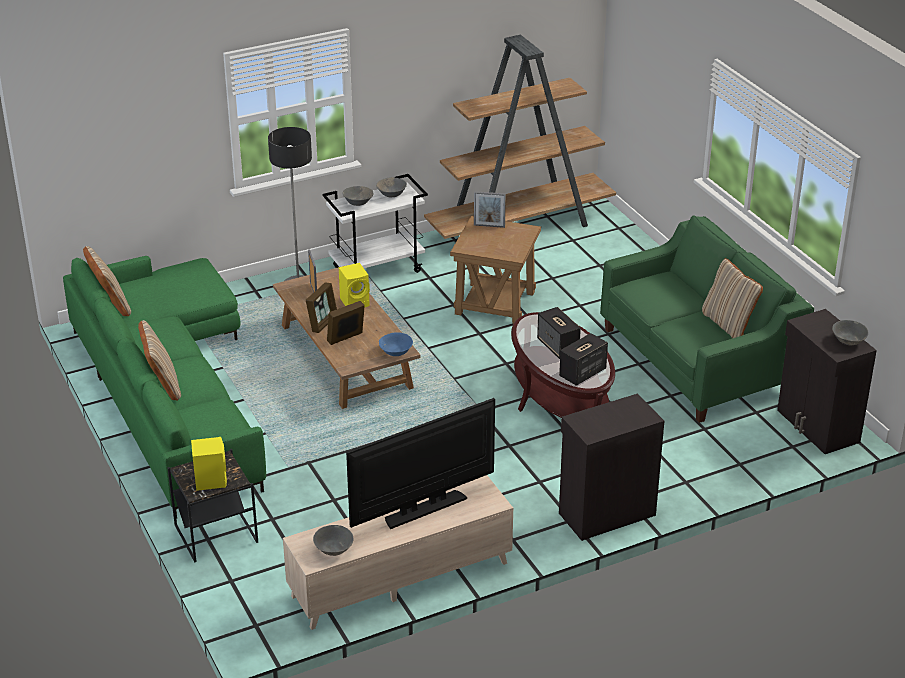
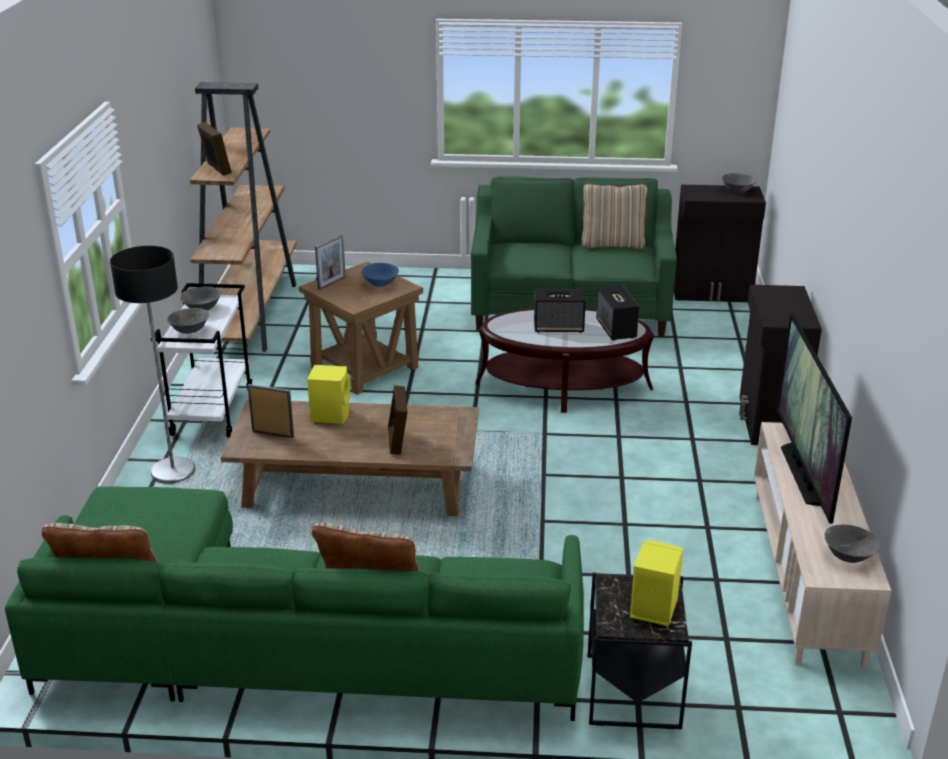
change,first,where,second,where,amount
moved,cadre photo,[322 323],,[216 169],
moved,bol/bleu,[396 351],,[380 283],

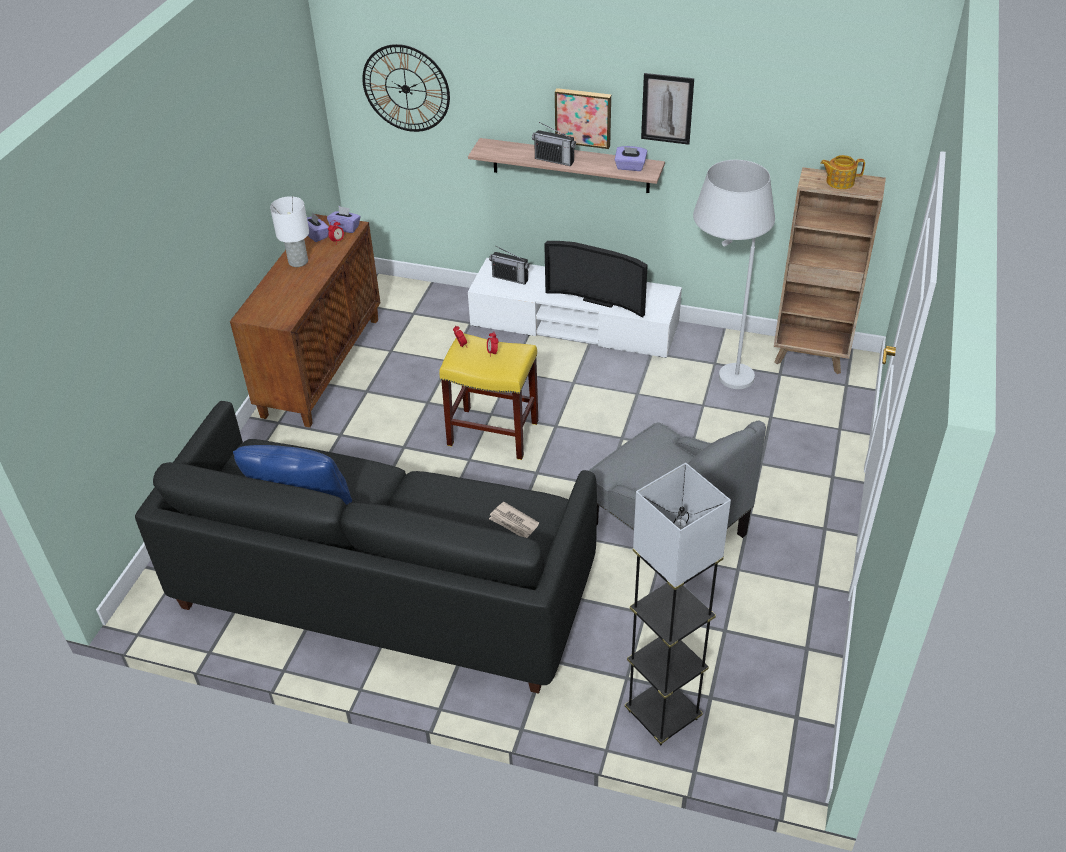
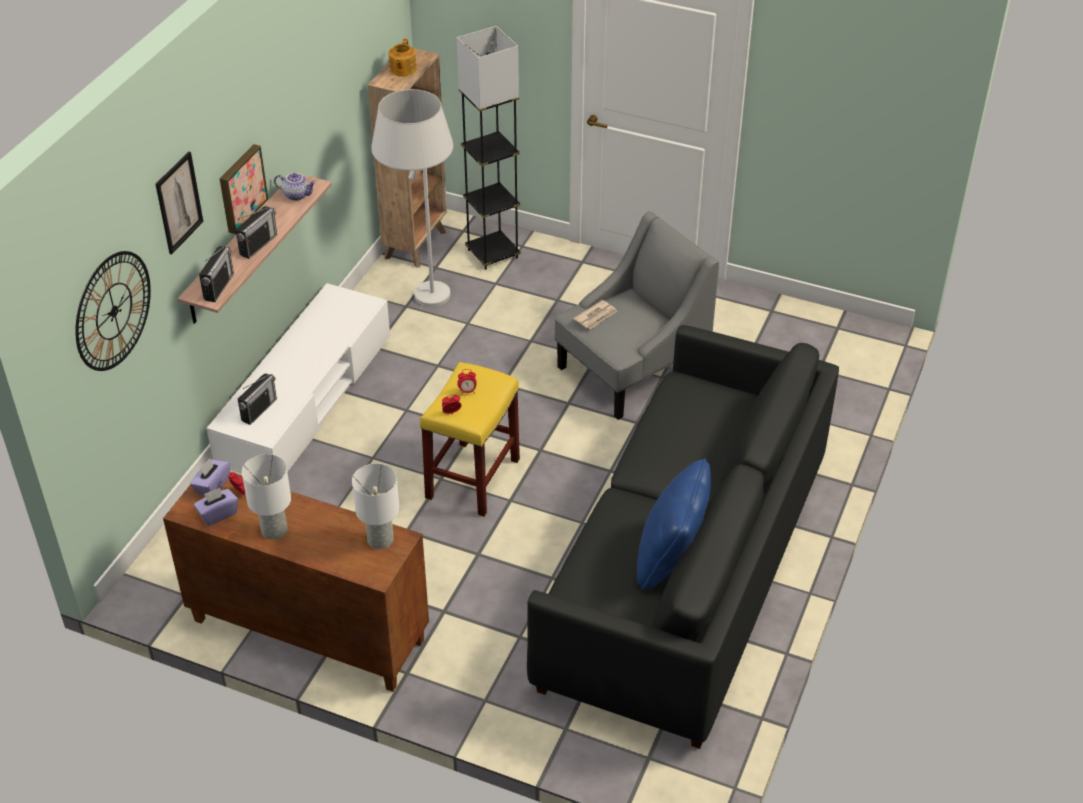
change,first,where,second,where,amount
moved,journal,[514 522],,[596 316],
removed,téléviseur,[599 299],,,
replaced,boîte à mouchoirs/violet,[630 167],théière,[297 195],
moved,lampadaire/gris,[662 715],,[493 254],
moved,tableau,[667 108],,[179 203],
added,,,radio,[219 287],
added,,,lampe de table/blanc,[380 540],

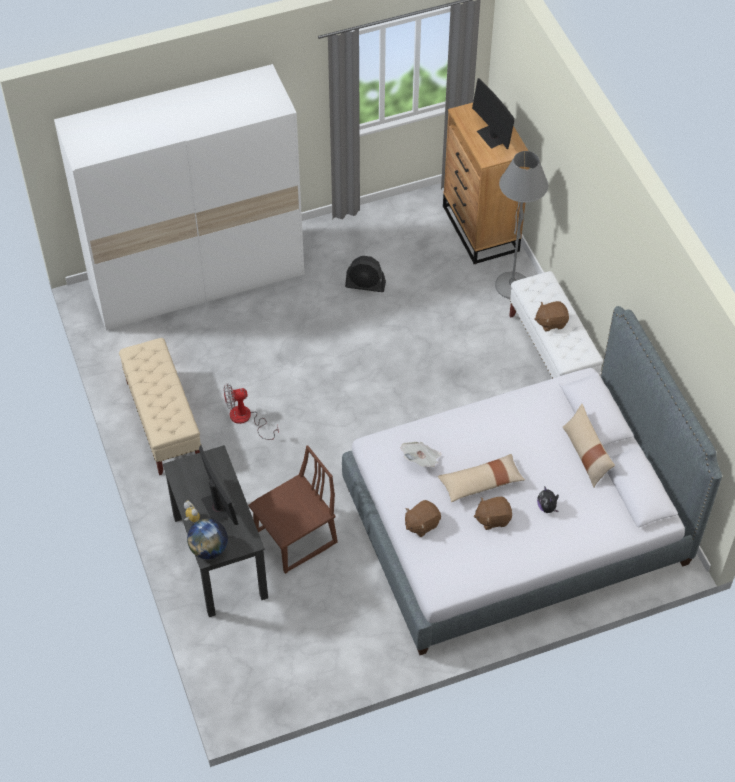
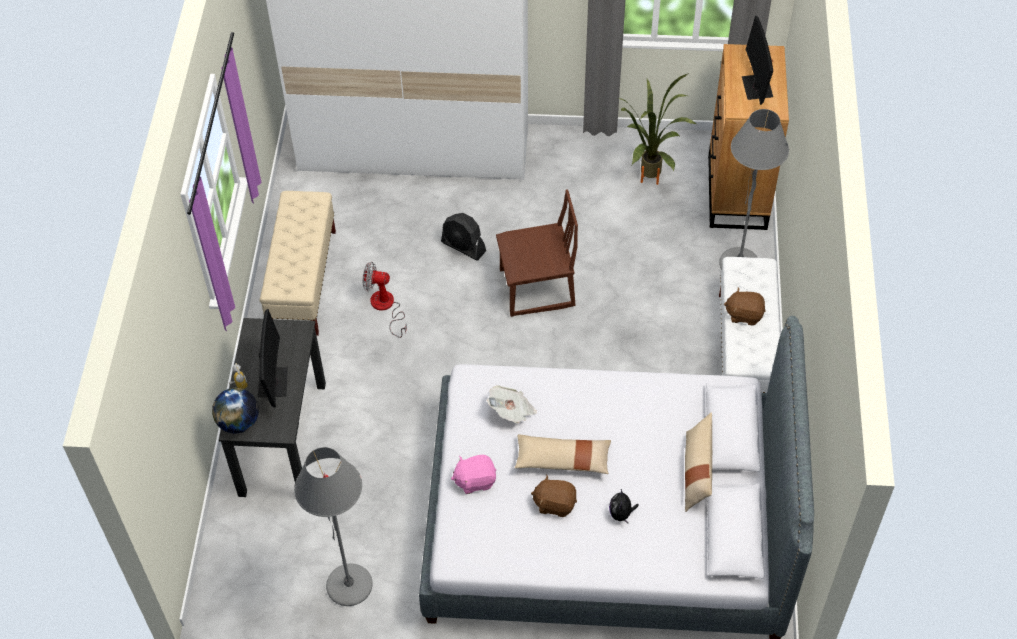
change,first,where,second,where,amount
moved,chaise/marron,[296 538],,[537 289],
moved,ventilateur/noir,[365 285],,[463 247],
recoloured,peluche/marron,[421 524],peluche/rose,[475 480],
added,,,lampadaire/gris,[349 586],
added,,,plante en pot,[647 182],

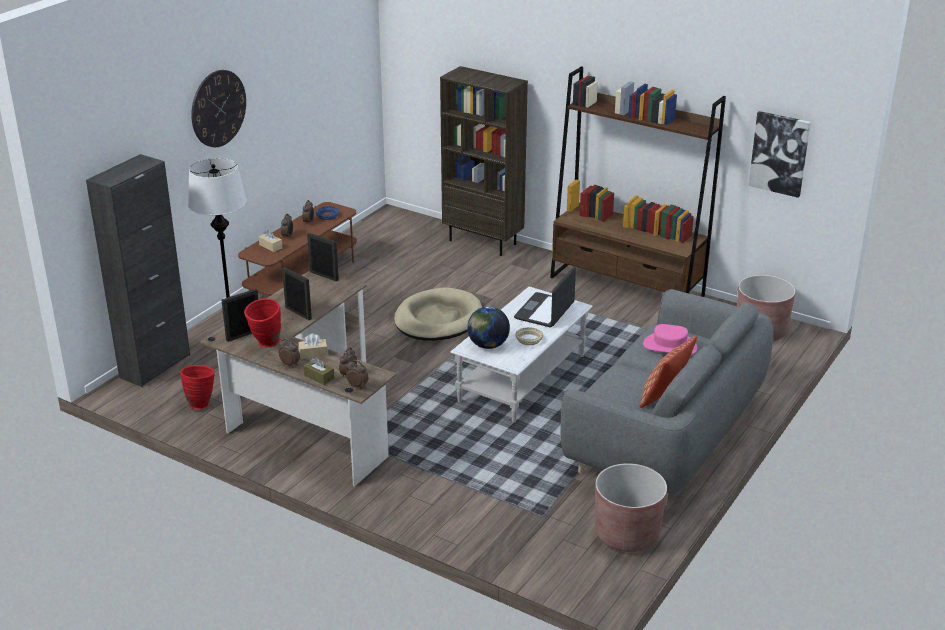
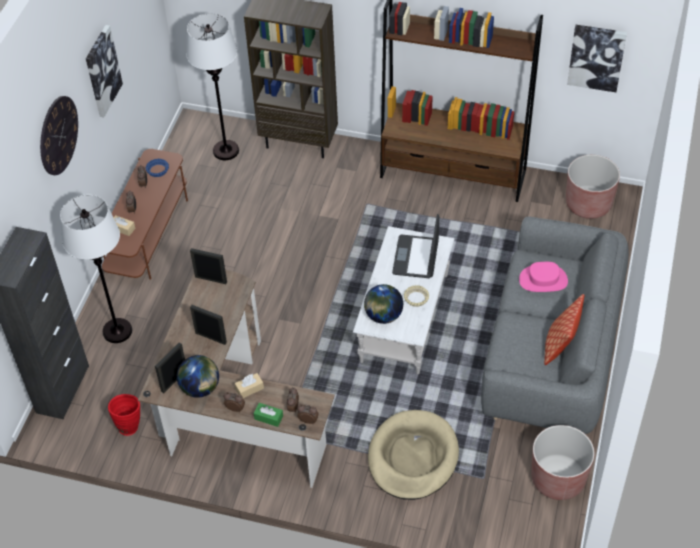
change,first,where,second,where,amount
replaced,vase/rouge,[265 344],globe,[200 388],
recoloured,boîte à mouchoirs/marron,[319 377],boîte à mouchoirs/vert,[268 417],
moved,panier pour chien/beige,[438 319],,[412 457],
added,,,tableau,[102 71],
added,,,lampadaire/blanc,[226 151],

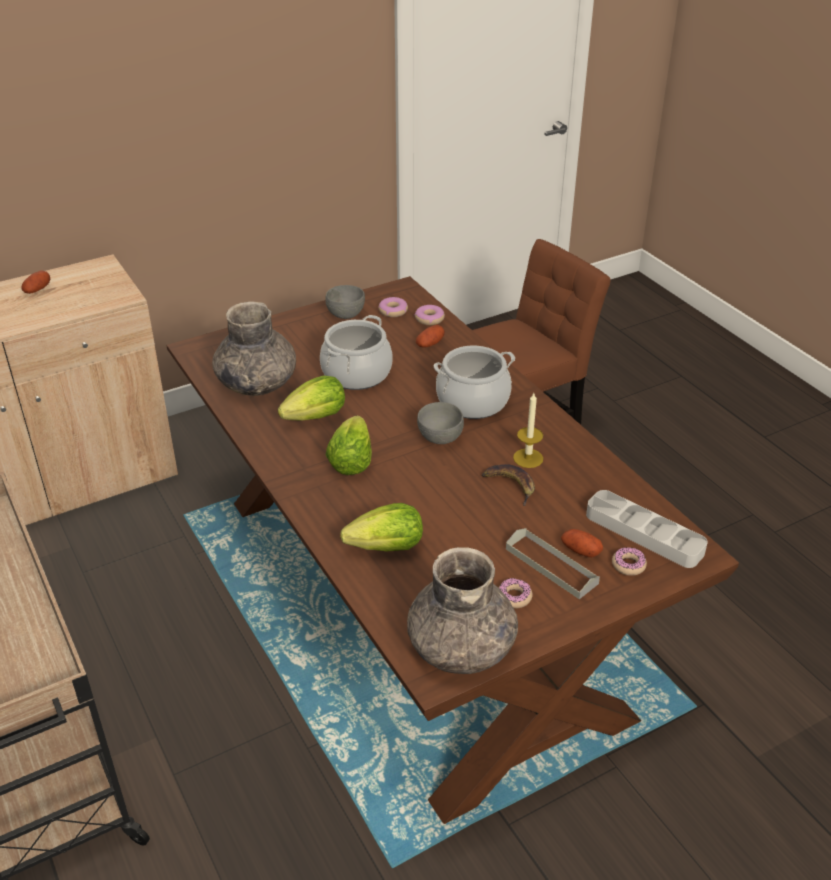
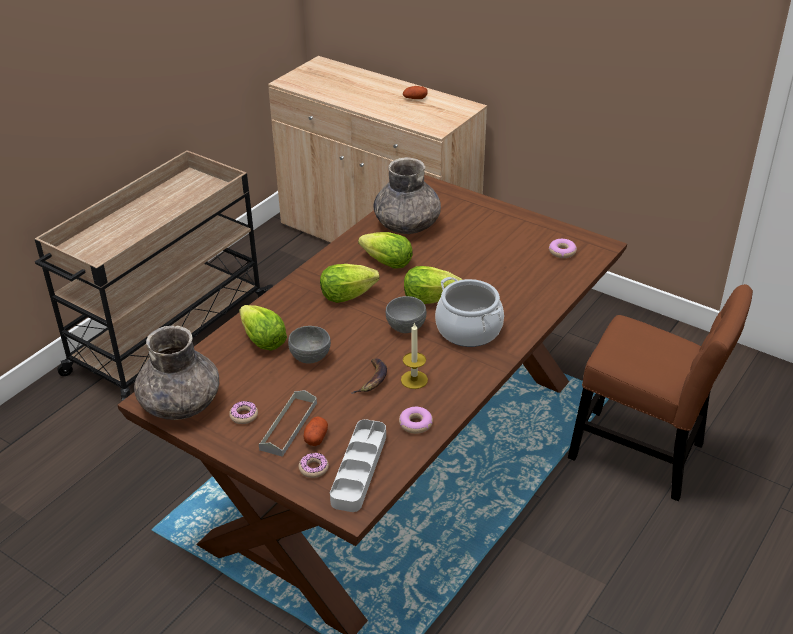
change,first,where,second,where,amount
removed,marmite,[357 373],,,
moved,bol/gris,[345 315],,[309 357],
moved,beignet,[429 319],,[416 424],
removed,pomme de terre,[430 344],,,
added,,,laitue,[430 298],

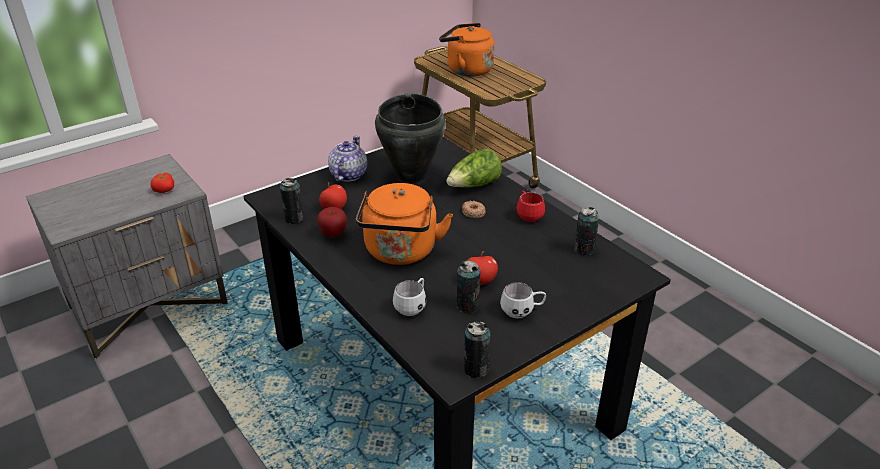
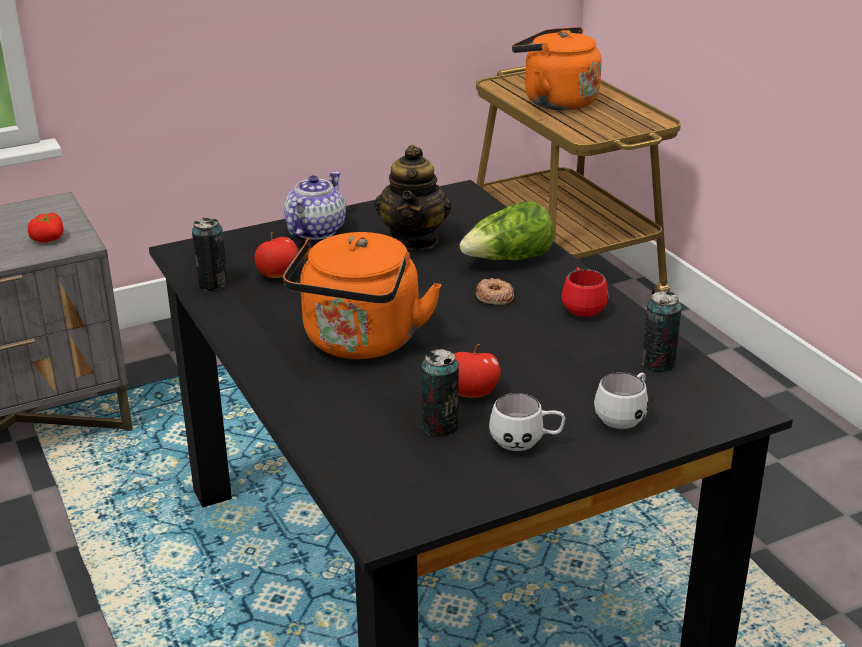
change,first,where,second,where,amount
removed,pomme,[333 235],,,
replaced,marmite/noir,[412 176],théière,[414 239],
moved,mug/blanc,[412 306],,[624 417],
removed,boîte métallique,[476 369],,,

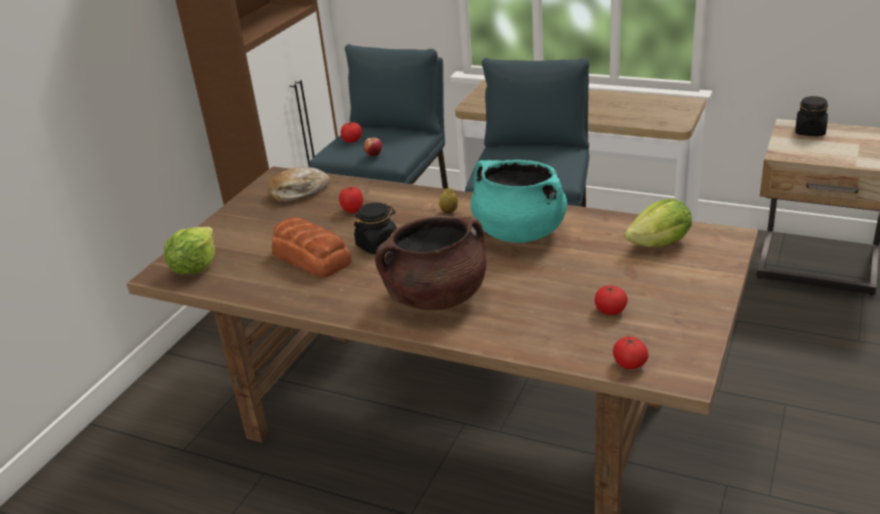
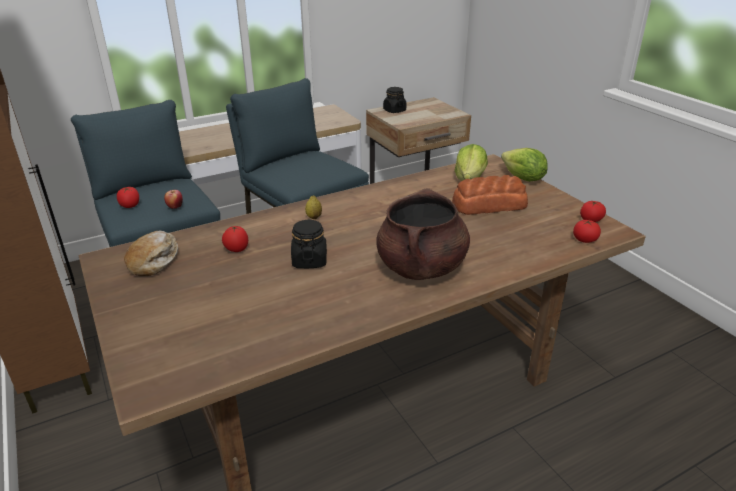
change,first,where,second,where,amount
moved,laitue,[195 267],,[523 179],
moved,pain,[311 257],,[488 205],
removed,marmite/turquoise,[518 232],,,
moved,tomate,[610 311],,[591 220],

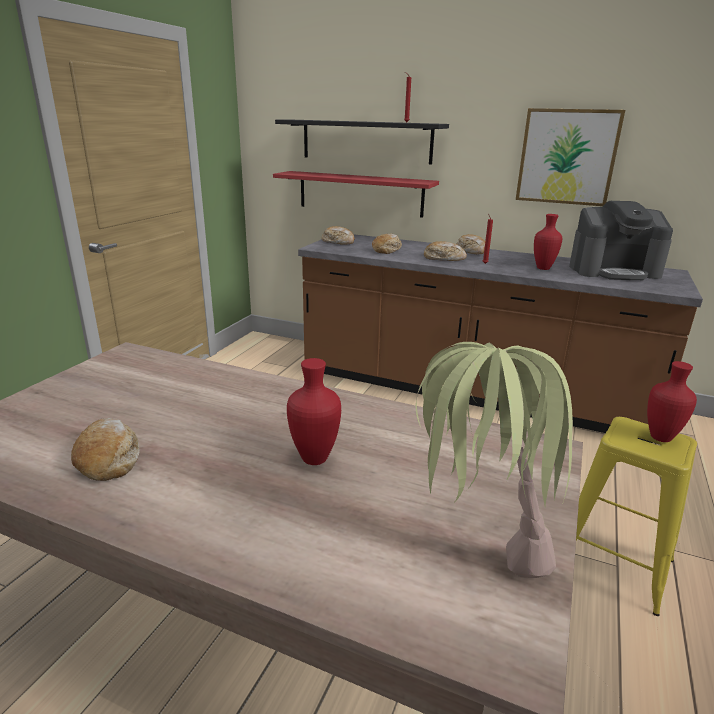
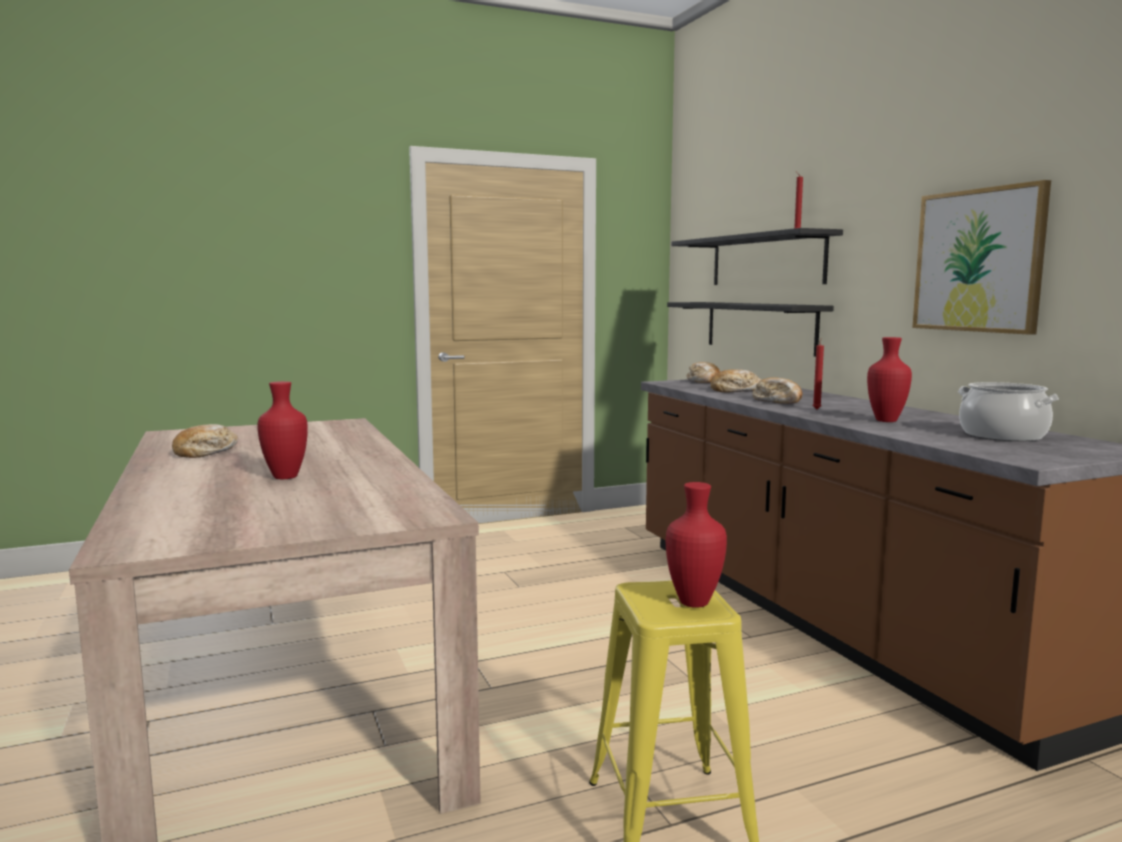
change,first,where,second,where,amount
recoloured,étagère/rouge,[360 193],étagère/noir,[759 326],
removed,plante en pot,[474 549],,,
removed,pain,[471 251],,,
replaced,machine à café,[614 271],marmite,[1003 435],

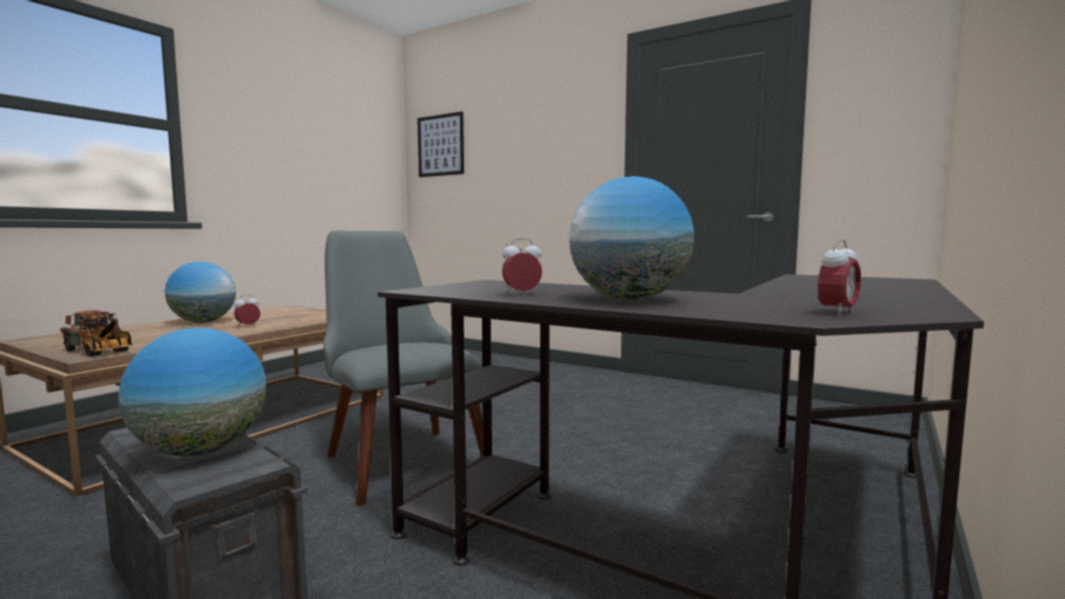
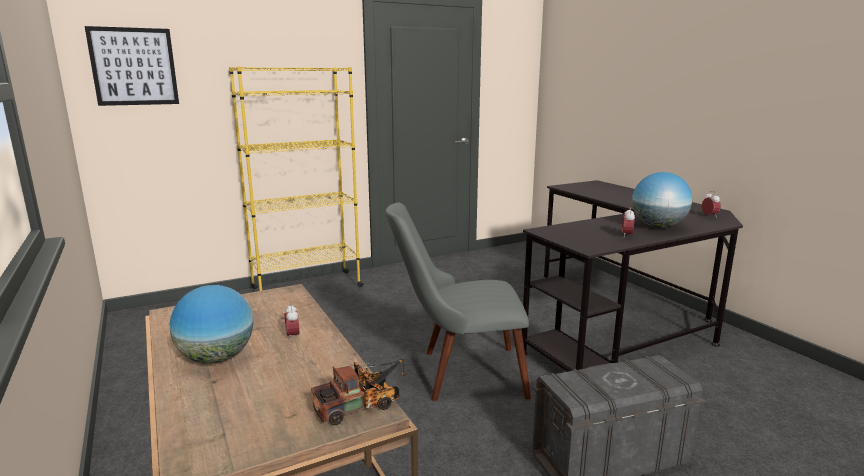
change,first,where,second,where,amount
removed,globe,[200 451],,,
added,,,bibliothèque/jaune,[306 287],

